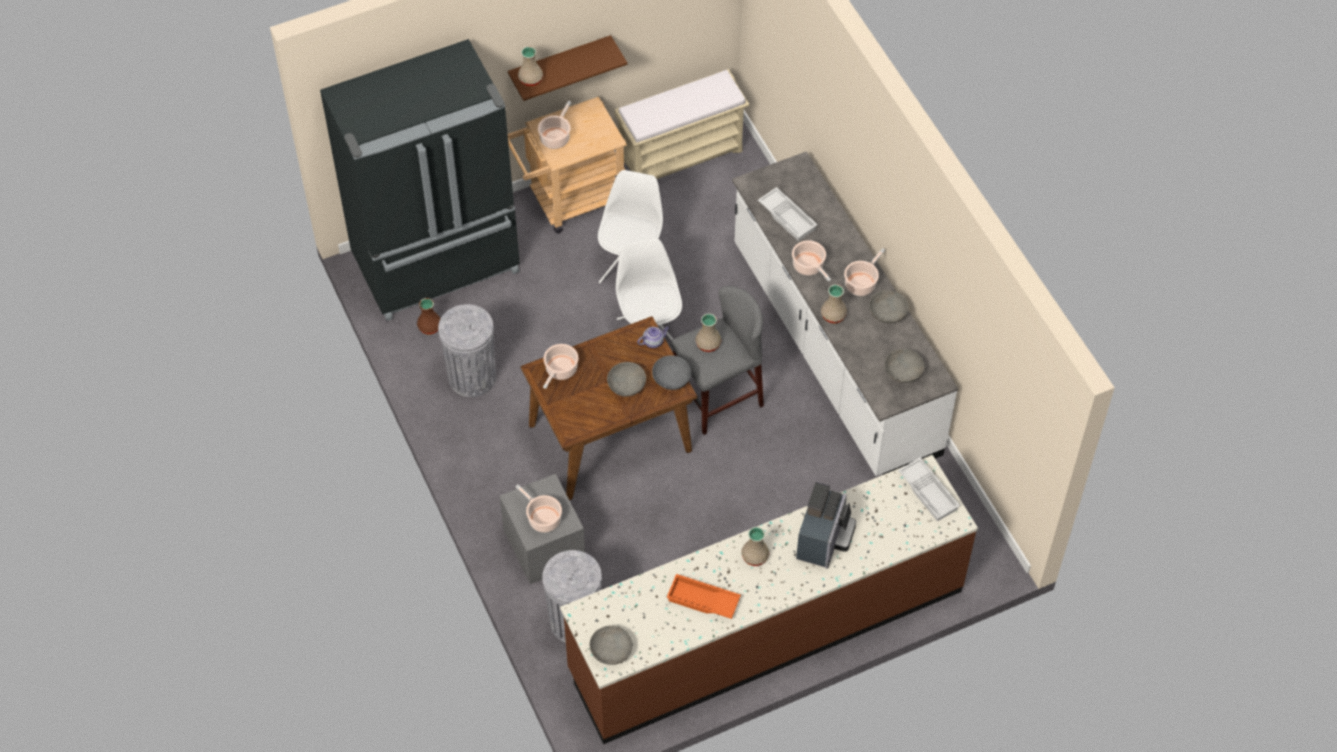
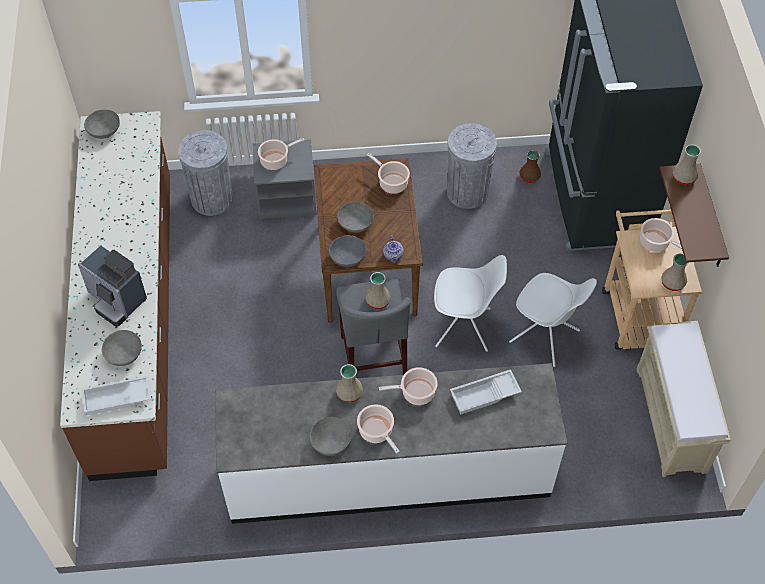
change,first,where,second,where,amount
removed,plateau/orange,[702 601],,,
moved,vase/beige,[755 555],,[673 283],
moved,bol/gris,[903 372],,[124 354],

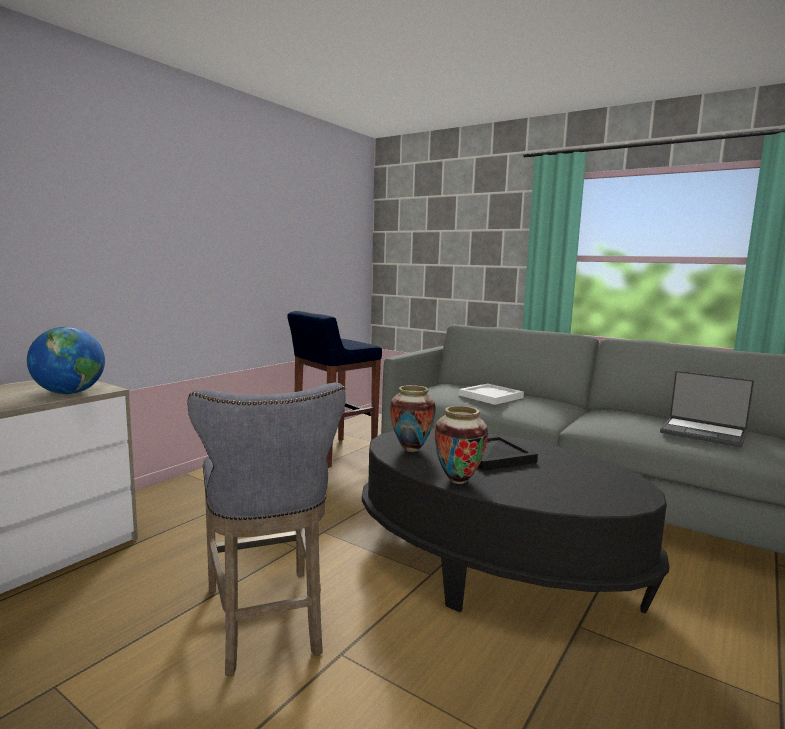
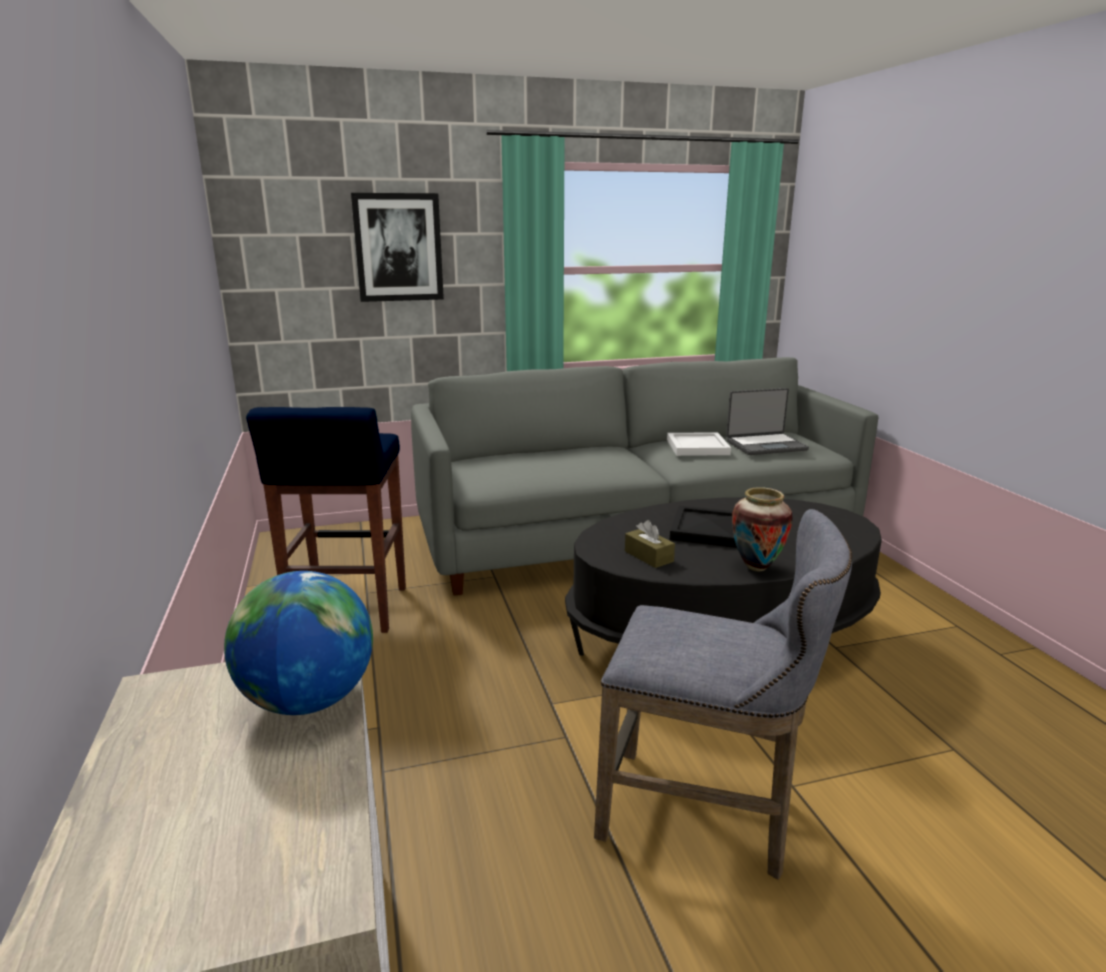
change,first,where,second,where,amount
replaced,vase,[411 449],boîte à mouchoirs/marron,[648 556],
moved,plateau/blanc,[490 396],,[696 447],
added,,,tableau,[398 247],

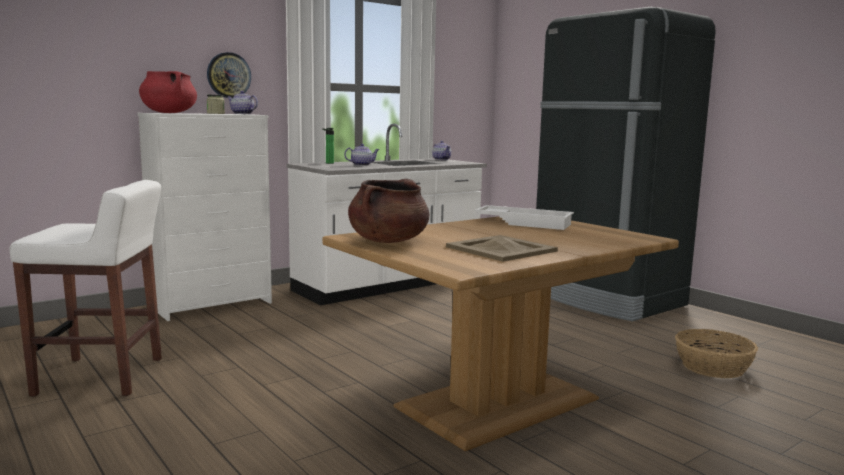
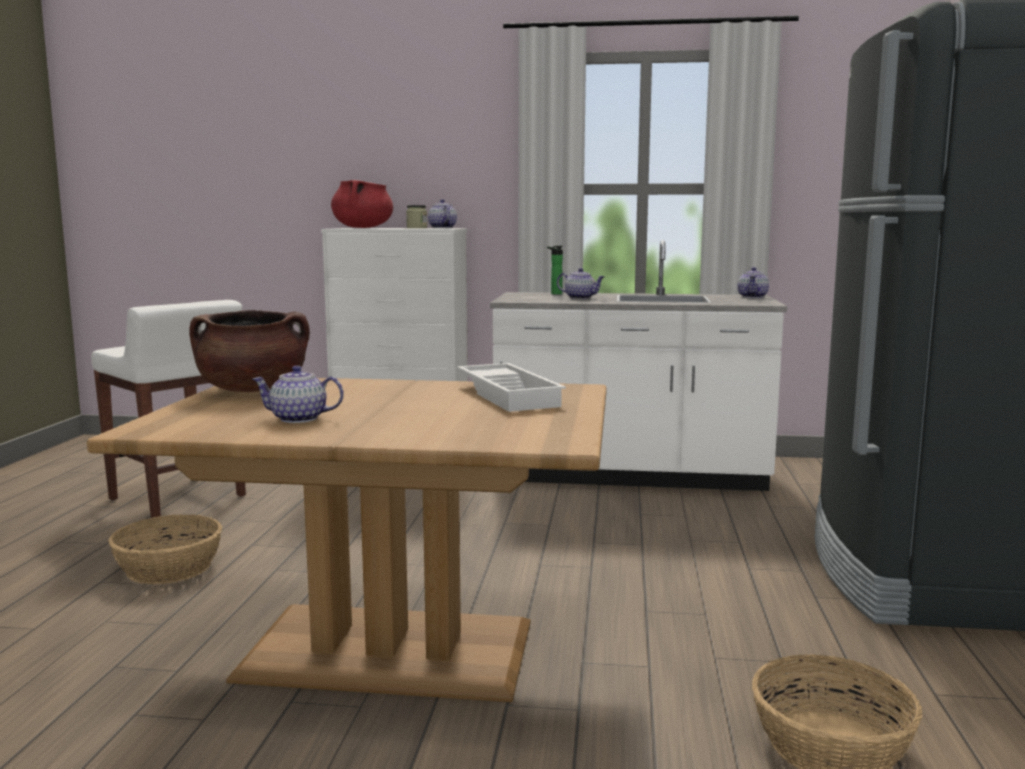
change,first,where,second,where,amount
removed,horloge murale,[228 75],,,
replaced,plateau/beige,[502 249],théière,[299 419],
added,,,panier,[169 568],

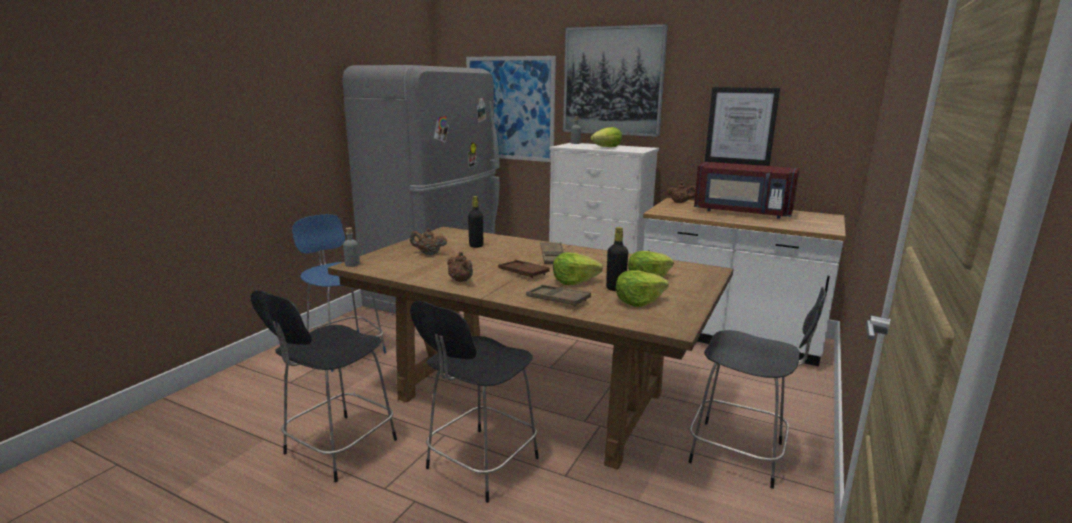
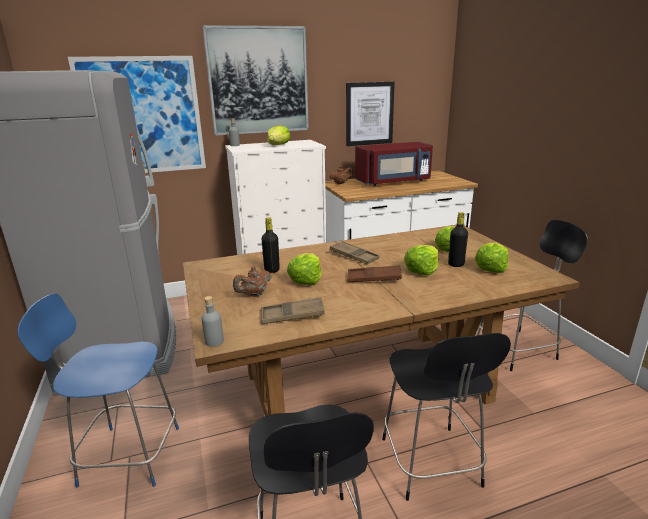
change,first,where,second,where,amount
removed,théière/marron,[461 281],,,
moved,plateau/marron,[558 299],,[292 315],
added,,,laitue,[306 279],

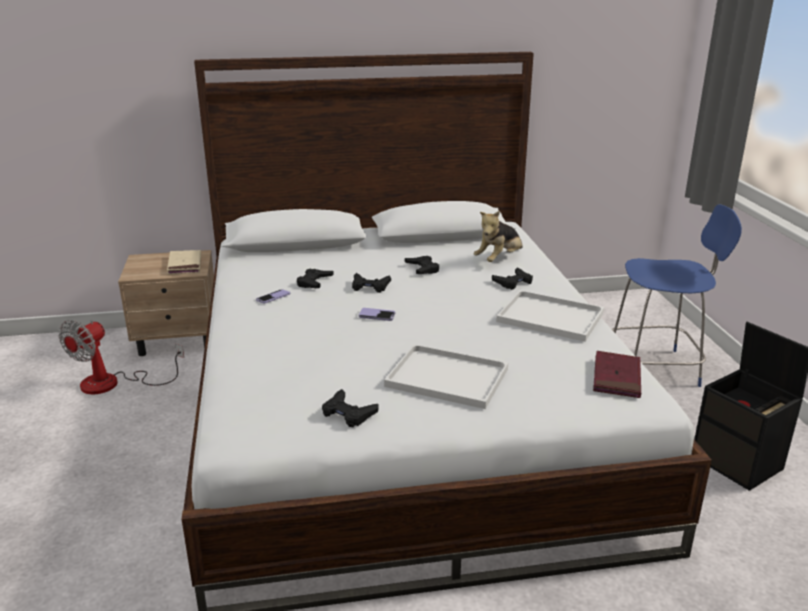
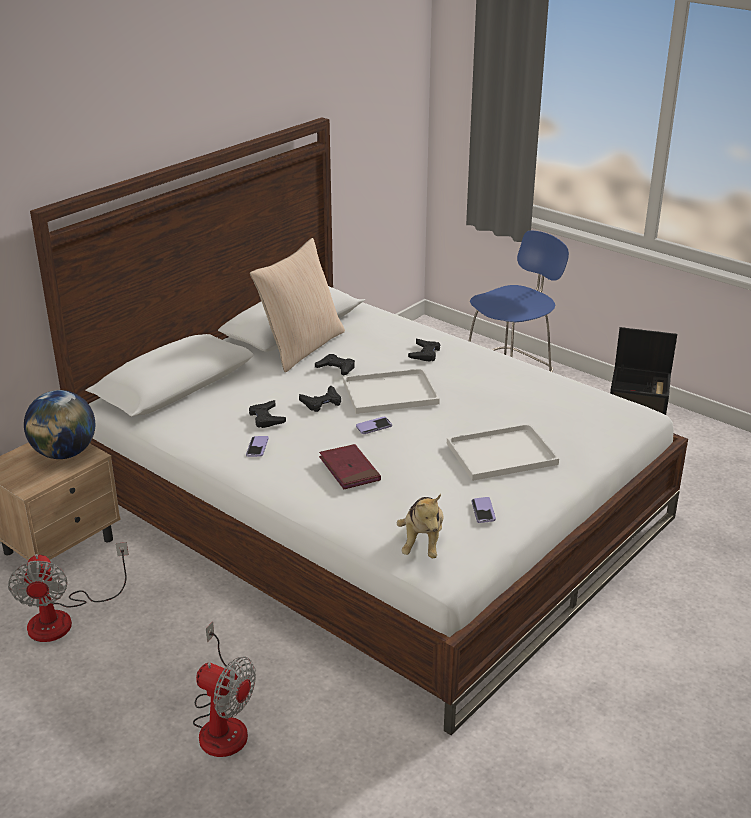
change,first,where,second,where,amount
replaced,livre/beige,[185 264],globe,[64 453],
replaced,manette/noir,[348 413],téléphone,[483 511],
moved,peluche,[499 259],,[422 543],
moved,plateau/blanc,[548 317],,[388 393],
moved,livre/rouge,[616 377],,[349 469],
added,,,ventilateur,[222 723],
added,,,coussin/beige,[301 347],

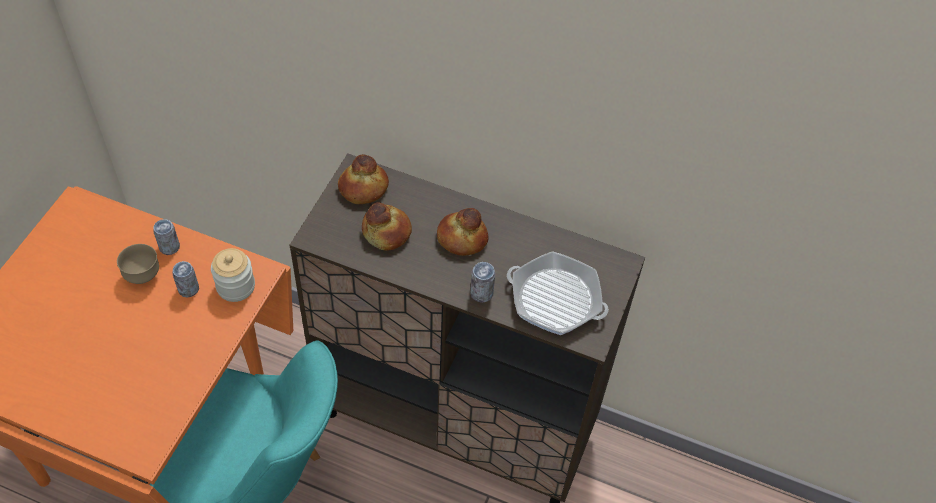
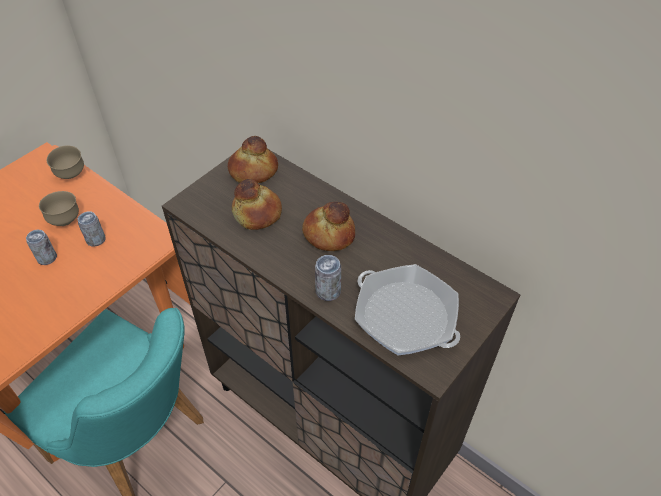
change,first,where,second,where,amount
moved,boîte métallique,[169 247],,[47 258],
removed,bocal,[236 286],,,
added,,,bol/marron,[71 175],

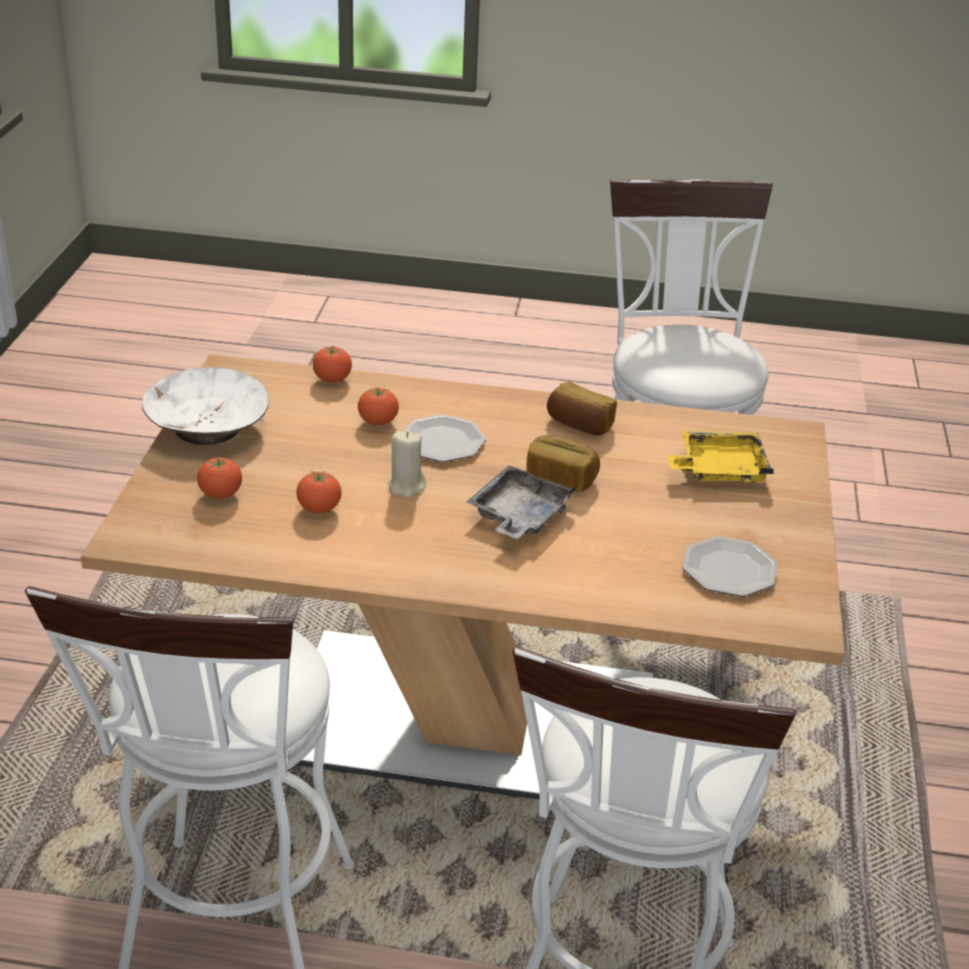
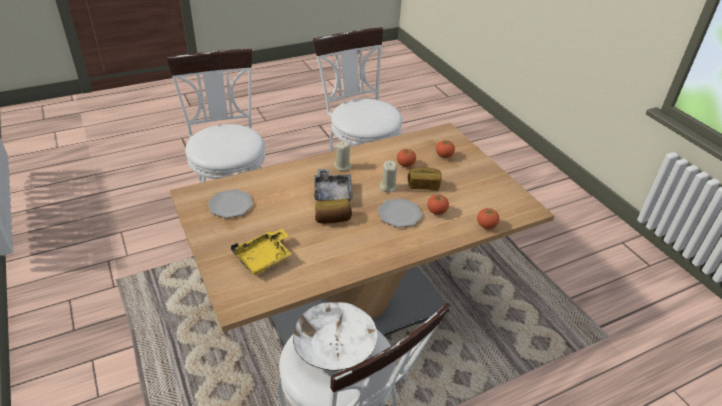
change,first,where,second,where,amount
moved,bol/blanc,[207 427],,[335 347],
moved,pain,[579 425],,[423 185],
added,,,bougie/beige,[343 166],

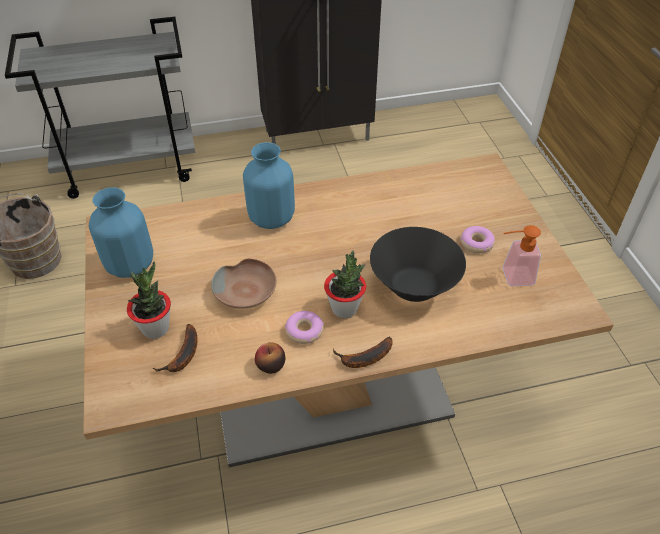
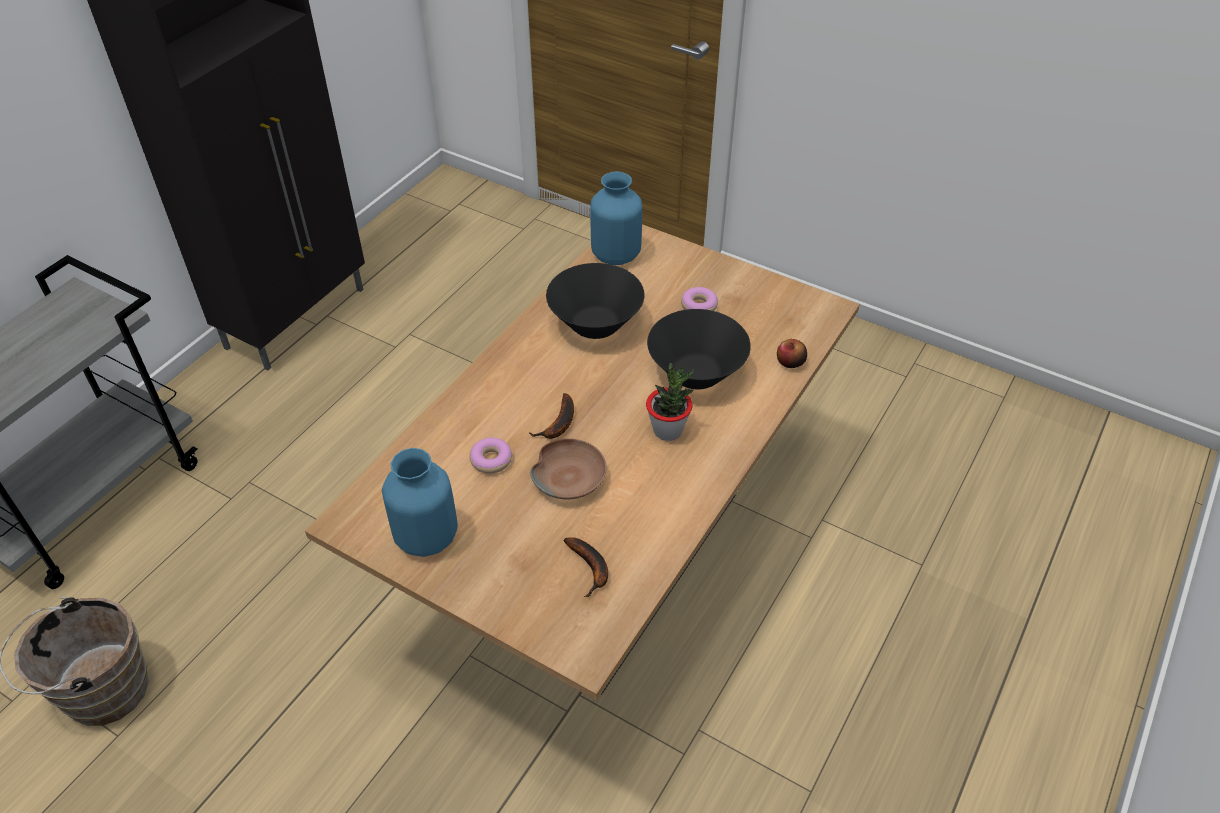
change,first,where,second,where,amount
removed,plante en pot,[155 328],,,
moved,vase/bleu,[271 219],,[616 255],
moved,pomme,[270 365],,[790 362],
moved,beignet,[304 331],,[491 460],
moved,banane,[363 358],,[559 424],
removed,distributeur de savon,[511 277],,,
added,,,bol/noir,[595 325],

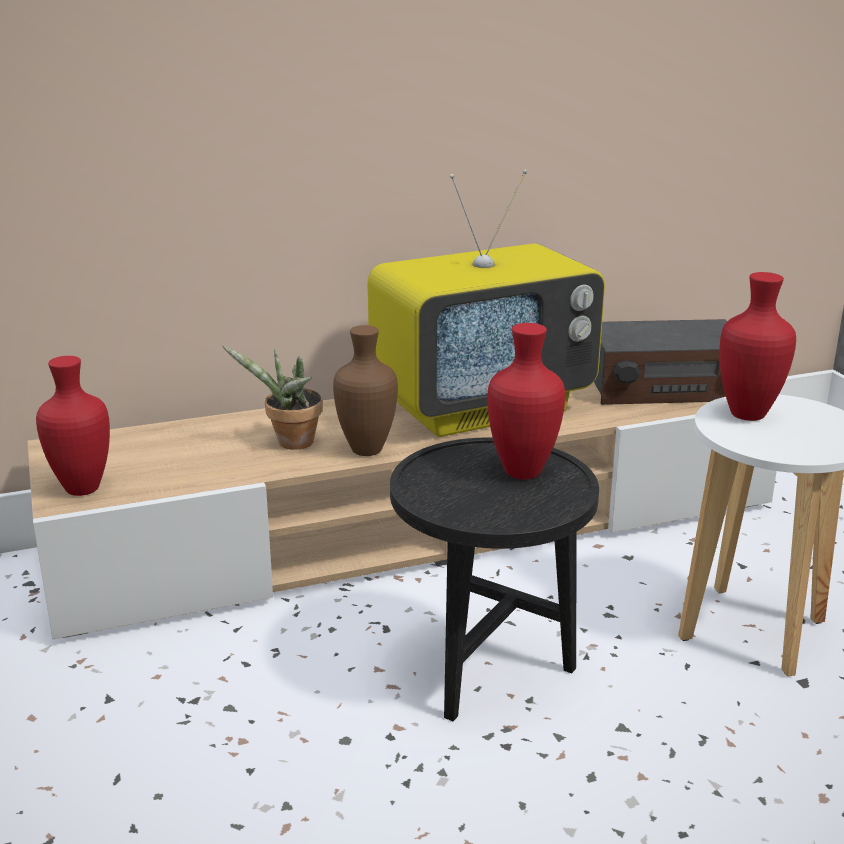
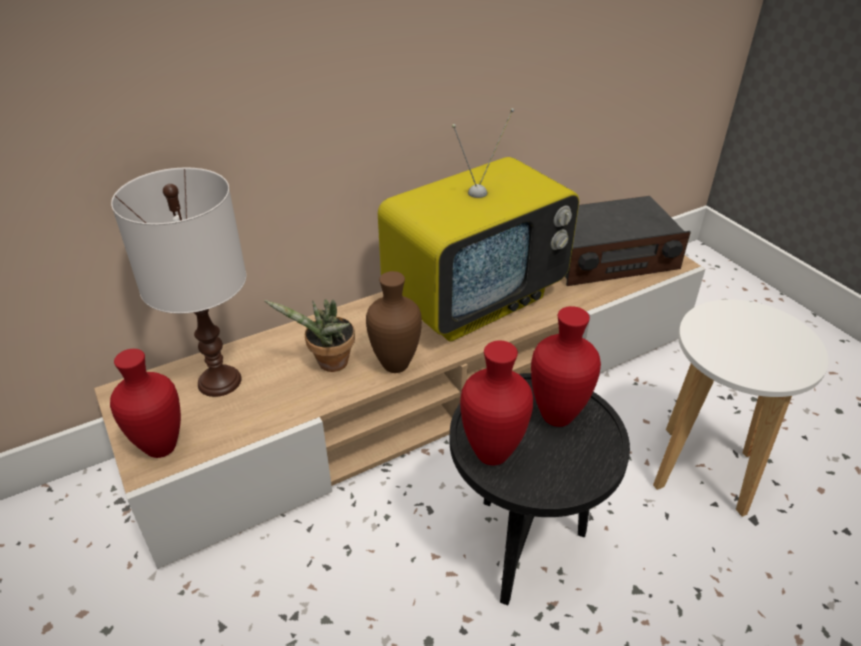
change,first,where,second,where,amount
moved,vase/rouge,[746 415],,[490 455],
added,,,lampe de table/blanc,[220 381],

